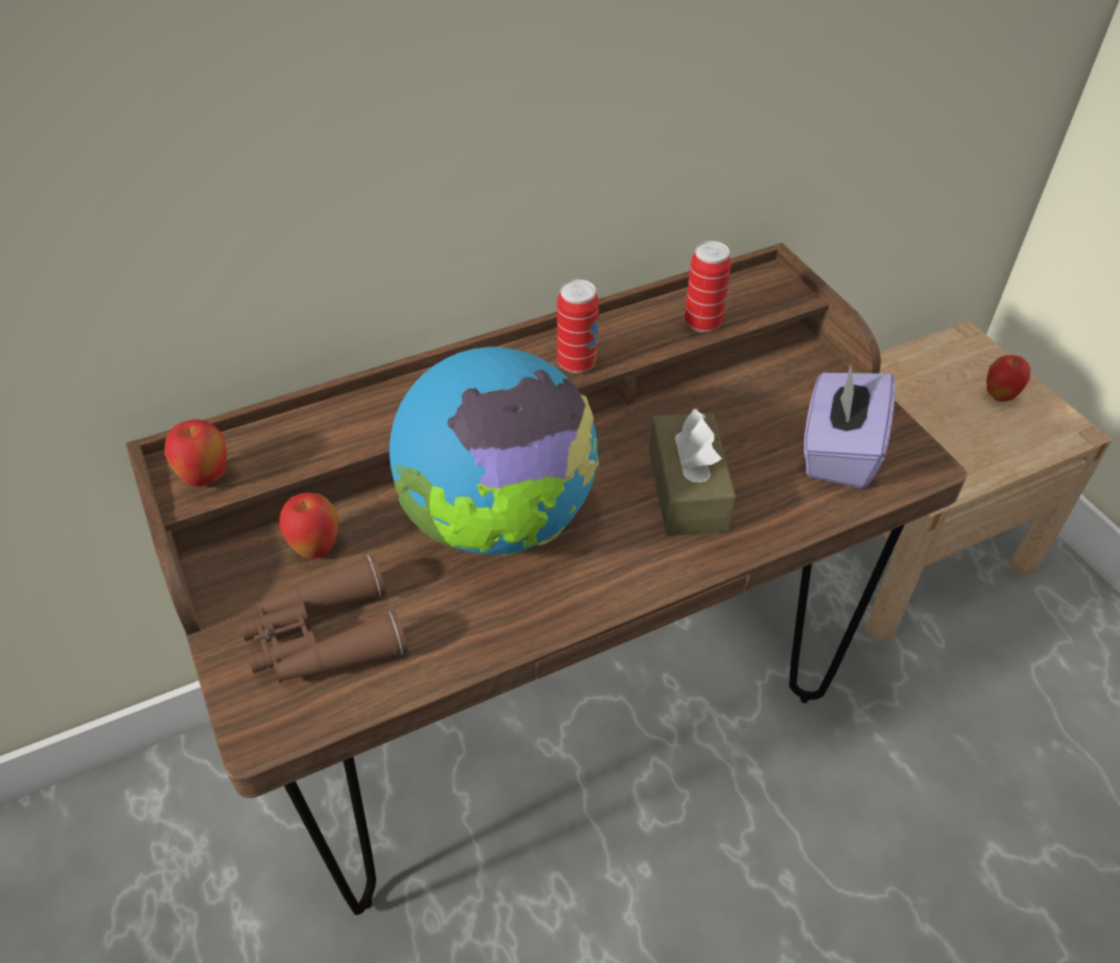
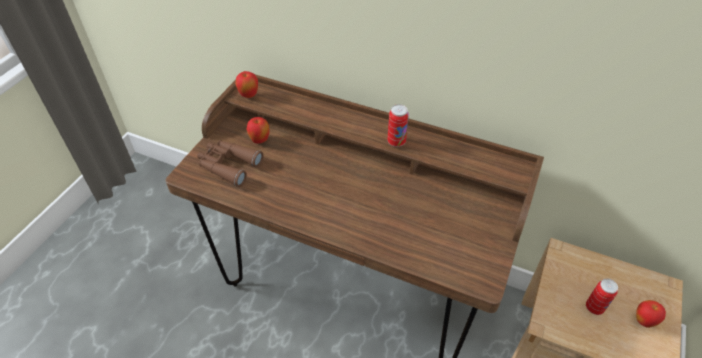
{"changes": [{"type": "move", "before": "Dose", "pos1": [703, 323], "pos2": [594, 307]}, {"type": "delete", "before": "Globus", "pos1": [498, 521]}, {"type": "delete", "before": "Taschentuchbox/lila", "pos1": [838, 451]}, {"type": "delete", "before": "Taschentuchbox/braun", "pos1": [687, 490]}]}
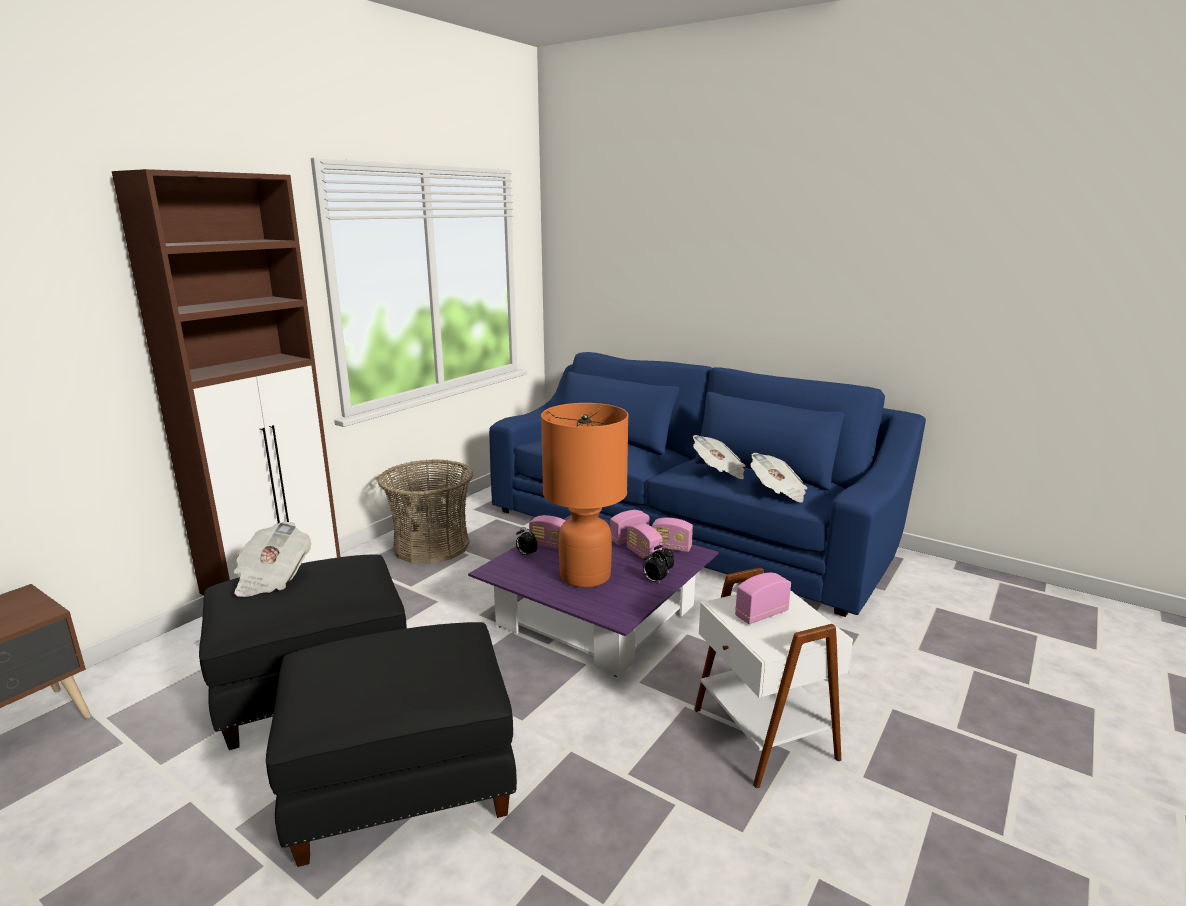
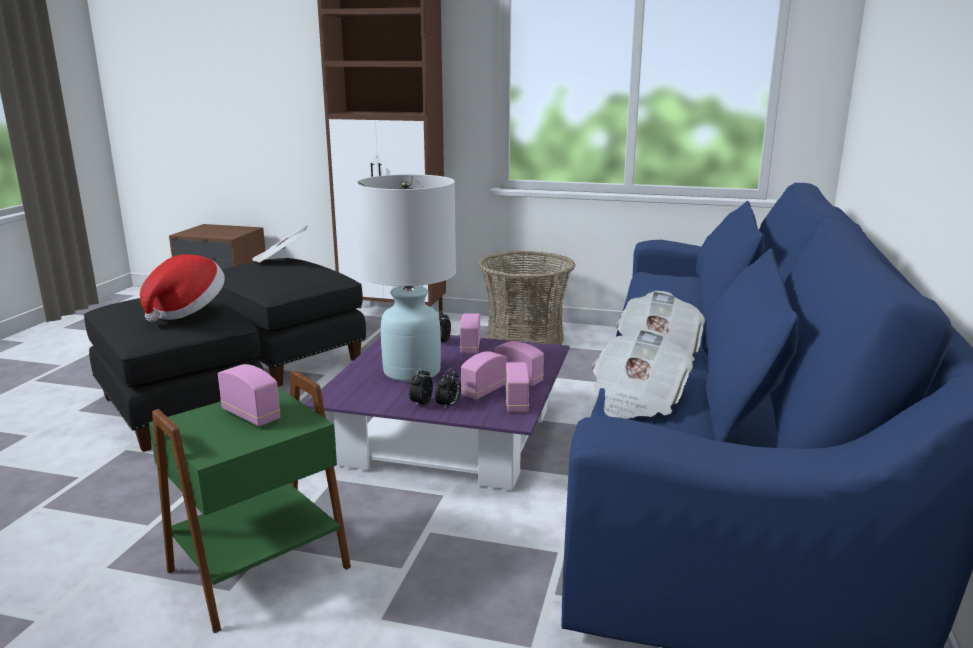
{"changes": [{"type": "recolor", "before": "Tischlampe/orange", "after": "Tischlampe/weiß", "pos1": [585, 576], "pos2": [412, 372]}, {"type": "recolor", "before": "Beistelltisch/weiß", "after": "Beistelltisch/grün", "pos1": [761, 734], "pos2": [257, 567]}, {"type": "insert", "after": "Hut", "pos2": [187, 311]}]}
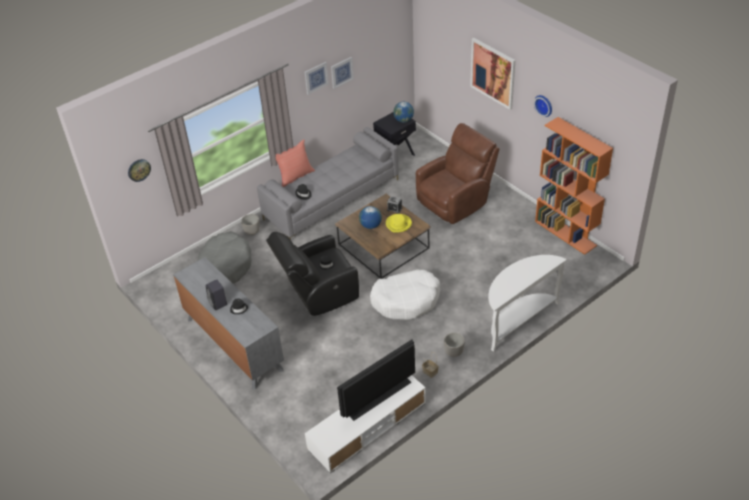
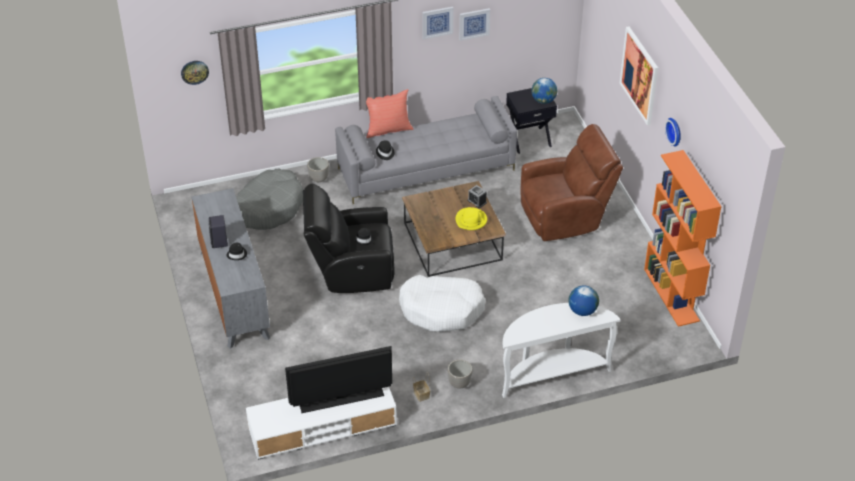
{"changes": [{"type": "move", "before": "Globus", "pos1": [370, 225], "pos2": [582, 311]}]}
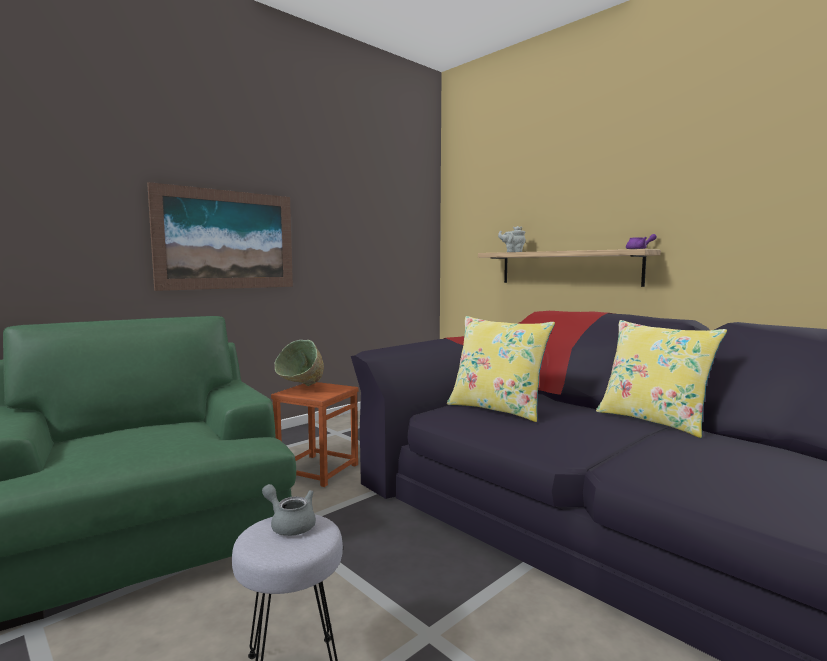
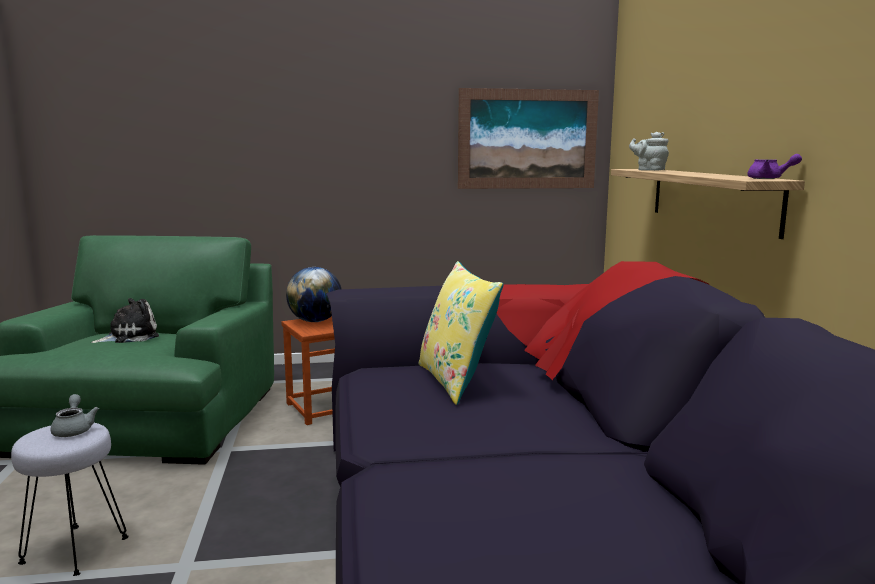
{"changes": [{"type": "move", "before": "Bild", "pos1": [227, 240], "pos2": [527, 139]}, {"type": "delete", "before": "Kissen/gelb", "pos1": [653, 420]}, {"type": "replace", "before": "Schüssel/grün", "after": "Globus", "pos1": [303, 389], "pos2": [315, 321]}, {"type": "insert", "after": "Plüschtier", "pos2": [129, 336]}]}
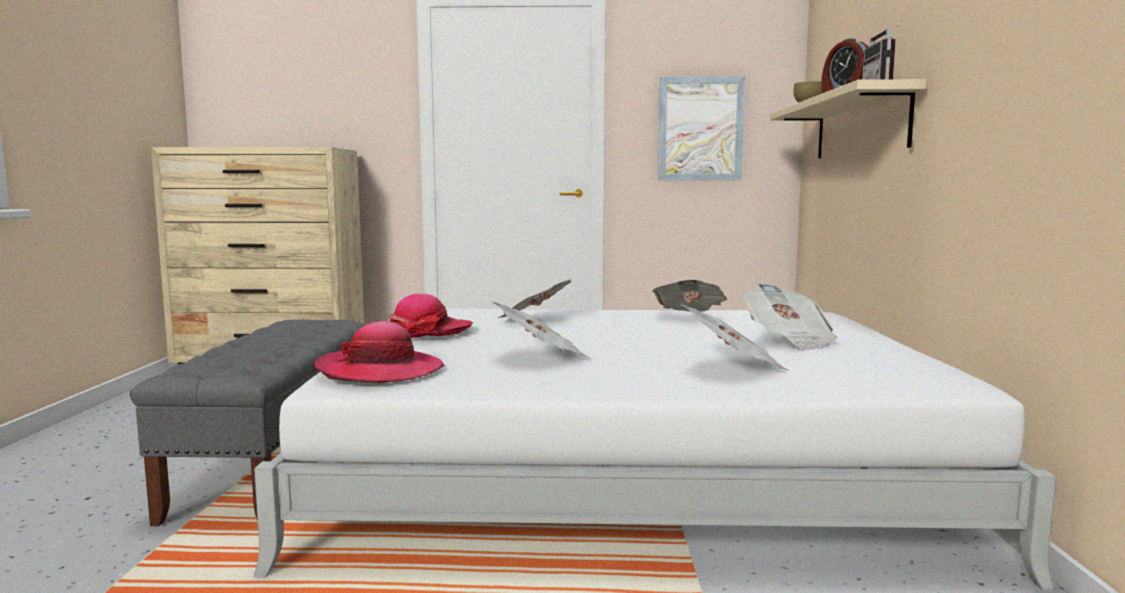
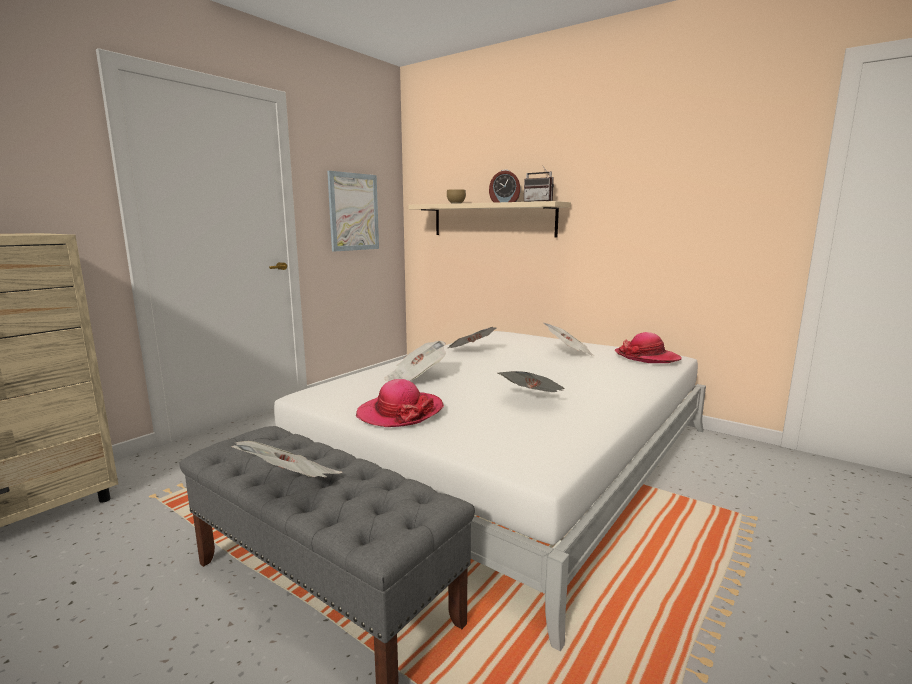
{"changes": [{"type": "move", "before": "Zeitung", "pos1": [734, 365], "pos2": [291, 483]}, {"type": "move", "before": "Hut", "pos1": [380, 371], "pos2": [647, 357]}]}
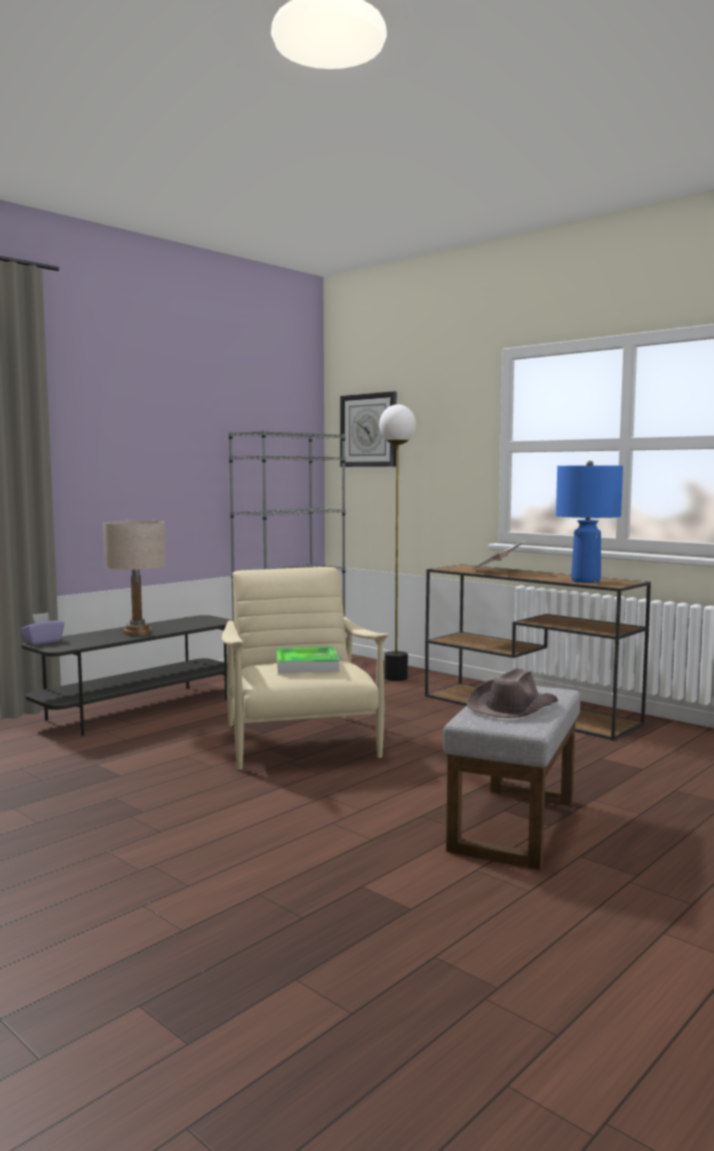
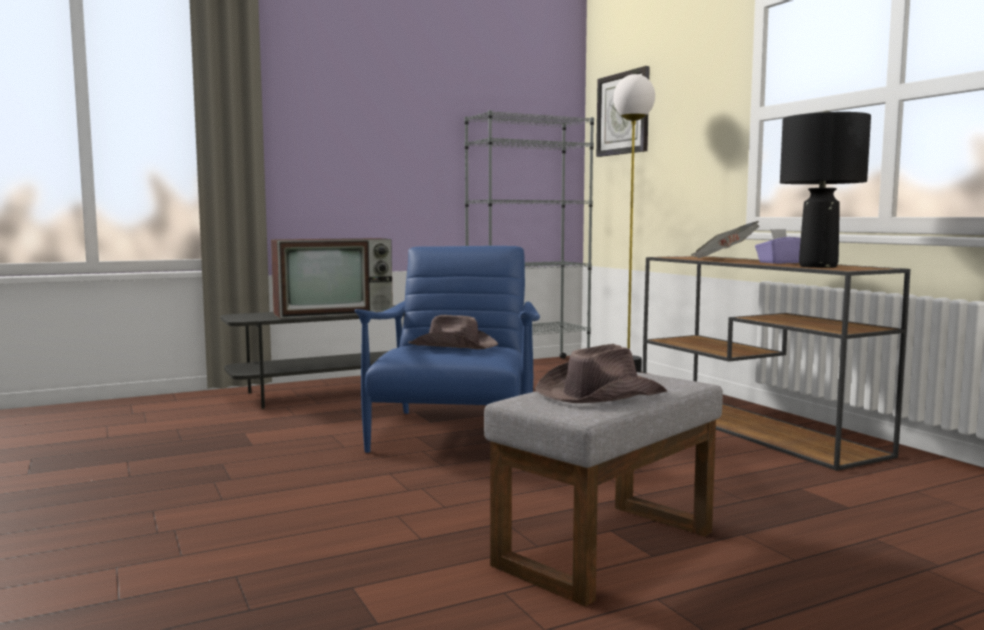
{"changes": [{"type": "recolor", "before": "Tischlampe/blau", "after": "Tischlampe/schwarz", "pos1": [586, 581], "pos2": [818, 266]}, {"type": "replace", "before": "Tischlampe/beige", "after": "Fernseher", "pos1": [137, 633], "pos2": [335, 313]}, {"type": "recolor", "before": "Sessel/beige", "after": "Sessel/blau", "pos1": [300, 743], "pos2": [456, 435]}, {"type": "move", "before": "Taschentuchbox/lila", "pos1": [43, 641], "pos2": [779, 263]}, {"type": "replace", "before": "Tablett", "after": "Hut/braun", "pos1": [306, 665], "pos2": [454, 346]}]}
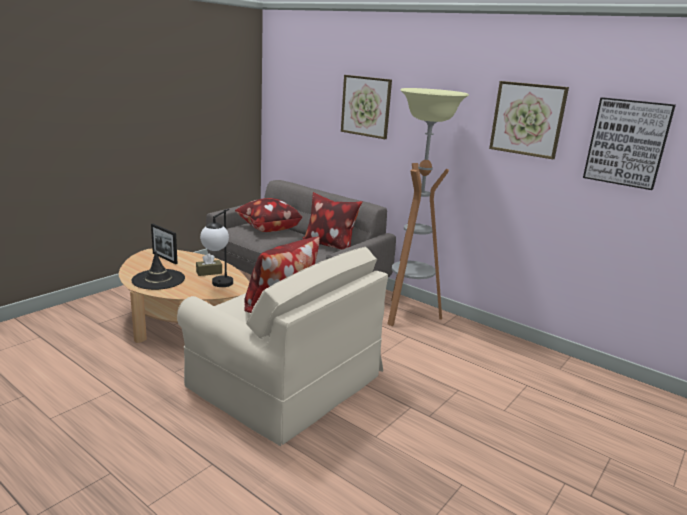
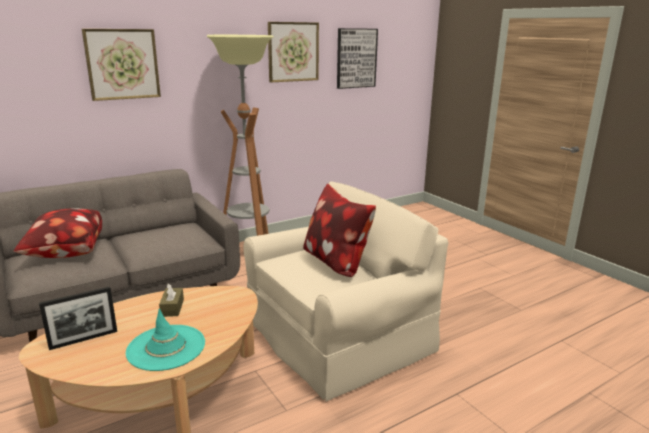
{"changes": [{"type": "delete", "before": "Kissen", "pos1": [329, 245]}, {"type": "delete", "before": "Tischlampe", "pos1": [218, 286]}, {"type": "recolor", "before": "Hut/schwarz", "after": "Hut/türkis", "pos1": [158, 280], "pos2": [166, 347]}]}
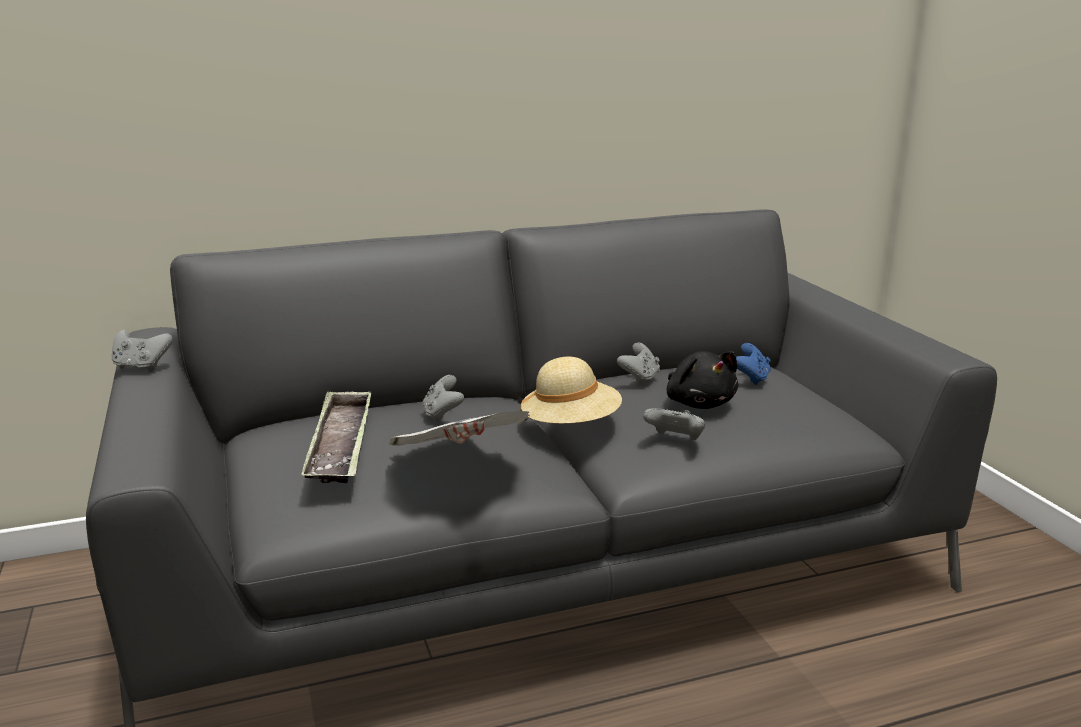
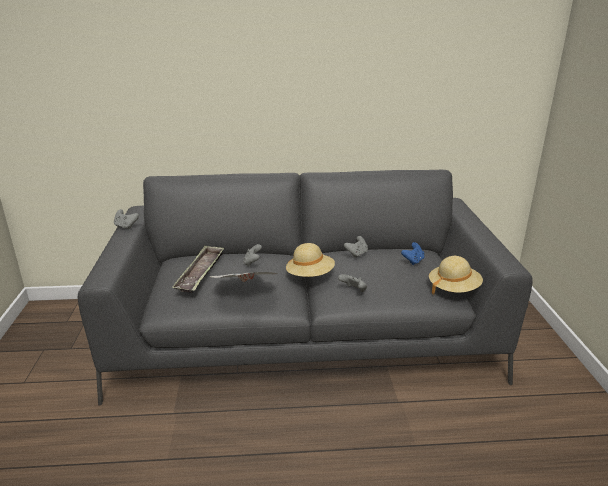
{"changes": [{"type": "delete", "before": "Plüschtier/schwarz", "pos1": [699, 403]}, {"type": "insert", "after": "Hut/beige", "pos2": [453, 289]}]}
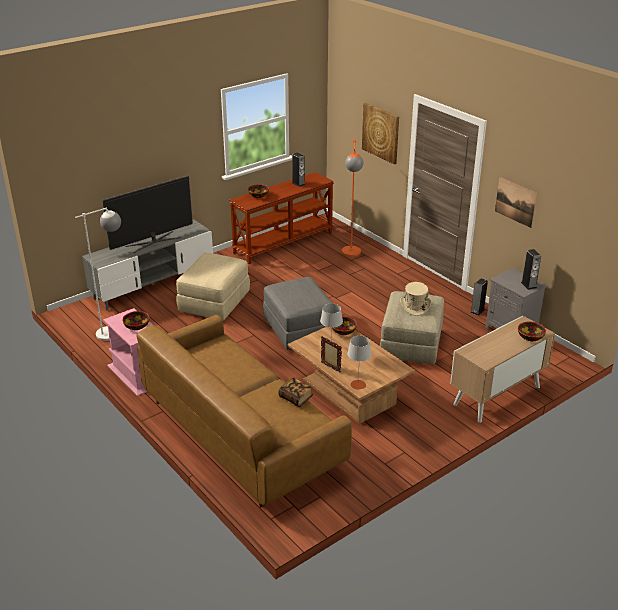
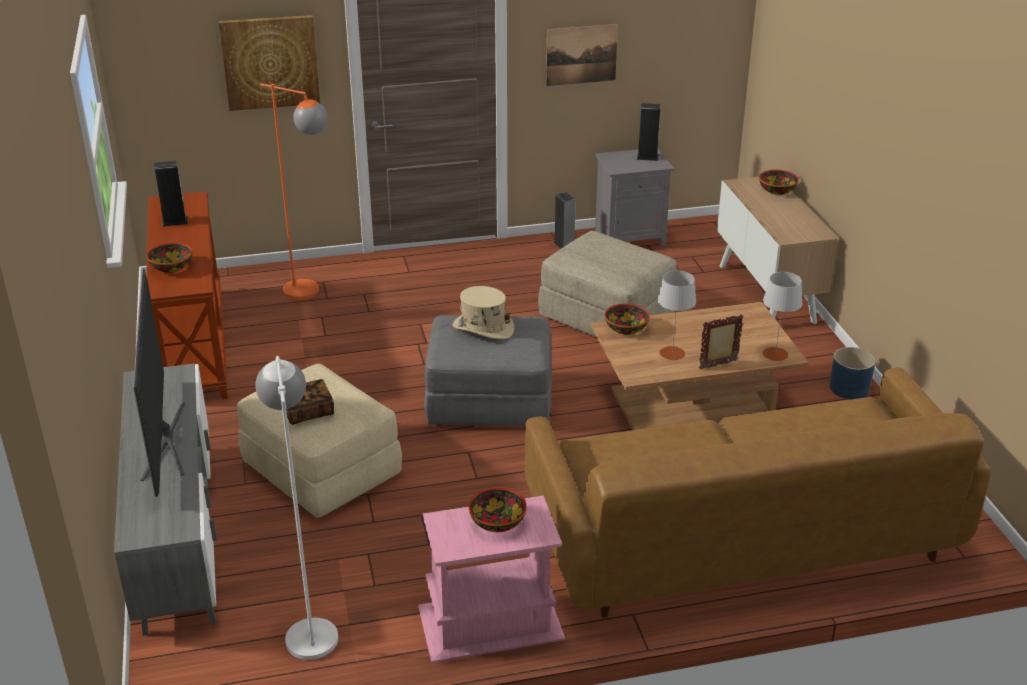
{"changes": [{"type": "move", "before": "Hut/beige", "pos1": [415, 306], "pos2": [483, 328]}, {"type": "move", "before": "Buch", "pos1": [296, 398], "pos2": [308, 412]}, {"type": "insert", "after": "Pflanzkübel/blau", "pos2": [849, 388]}]}
